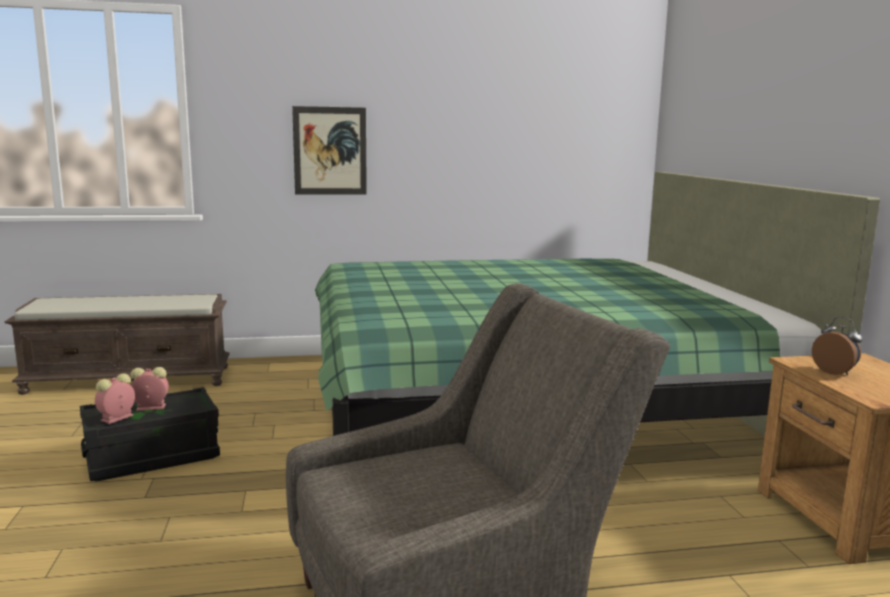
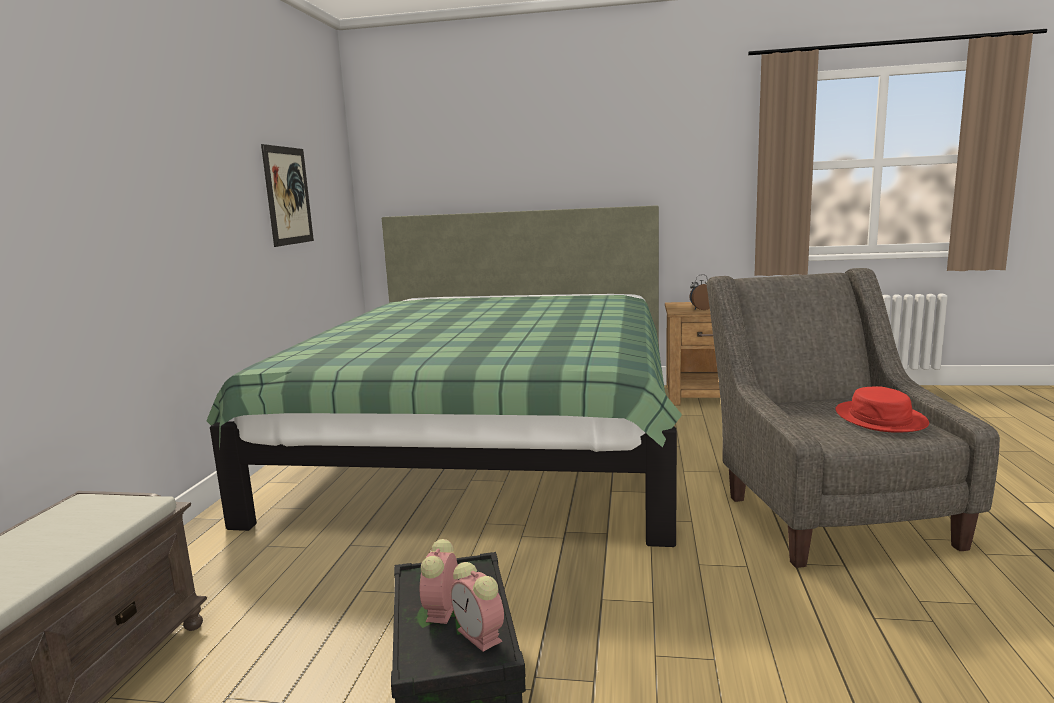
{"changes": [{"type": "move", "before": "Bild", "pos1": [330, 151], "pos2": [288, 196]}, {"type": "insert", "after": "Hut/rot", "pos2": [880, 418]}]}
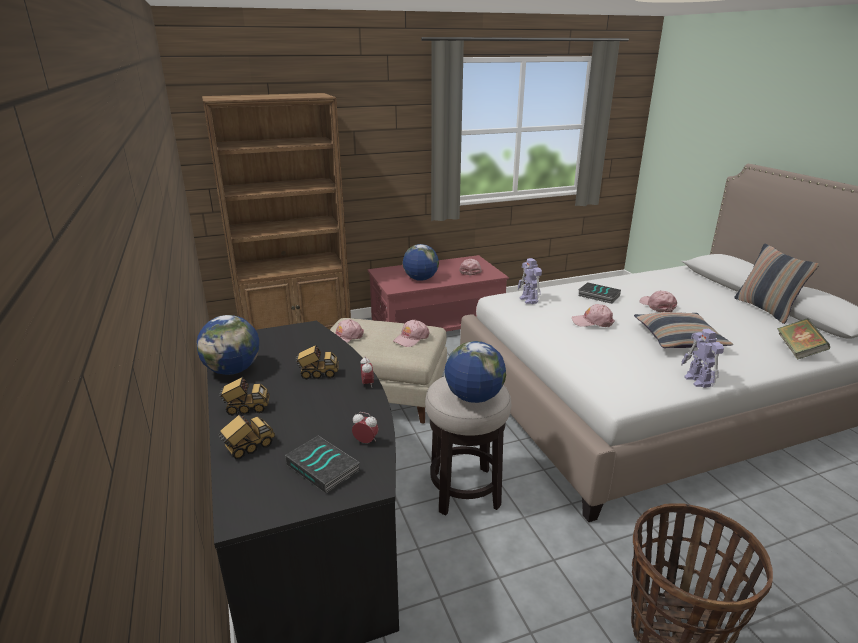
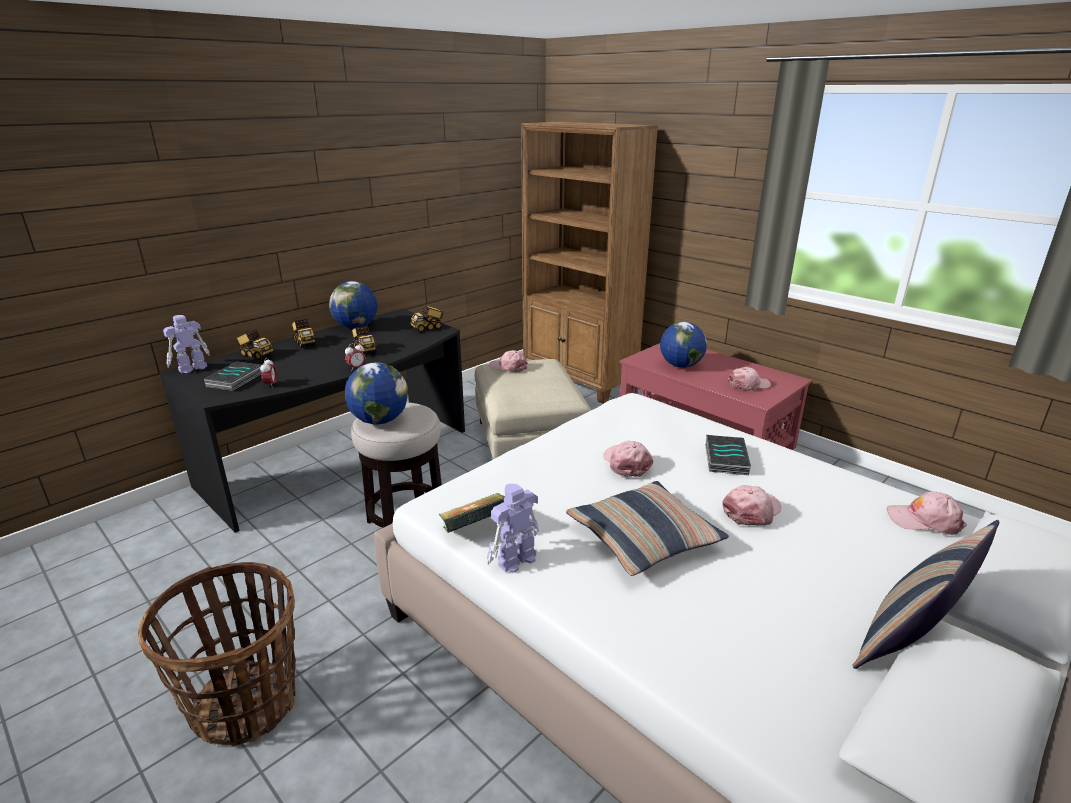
{"changes": [{"type": "move", "before": "Spielzeugroboter", "pos1": [529, 300], "pos2": [192, 368]}, {"type": "move", "before": "Buch", "pos1": [798, 351], "pos2": [474, 530]}, {"type": "move", "before": "Kappe/rosa", "pos1": [411, 338], "pos2": [924, 520]}, {"type": "insert", "after": "Spielzeuglaster", "pos2": [428, 328]}]}
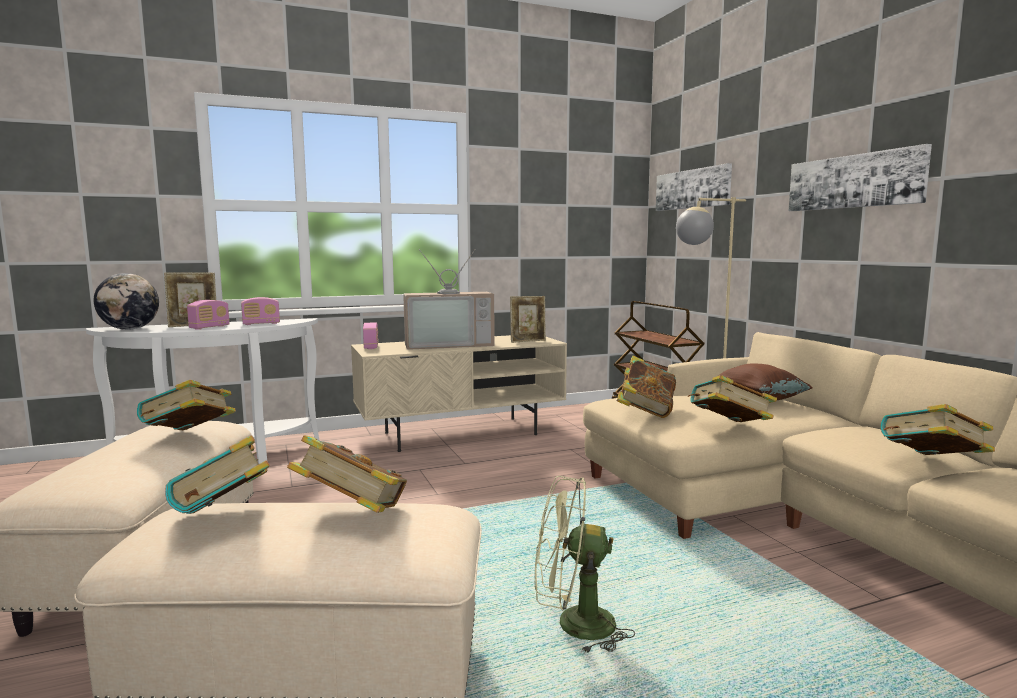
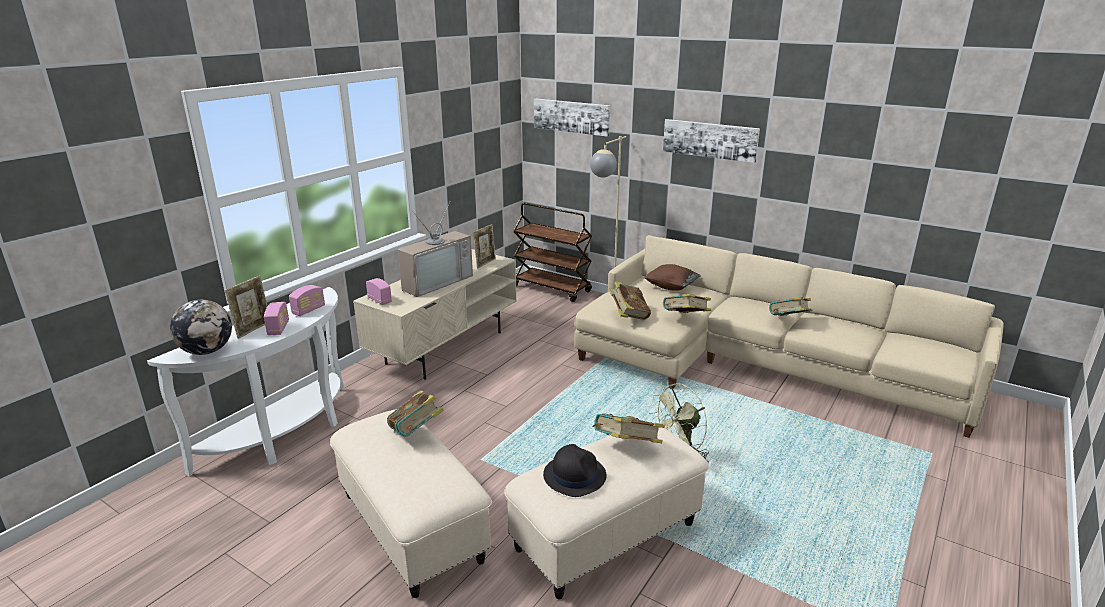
{"changes": [{"type": "replace", "before": "Buch", "after": "Hut/schwarz", "pos1": [224, 519], "pos2": [574, 475]}]}
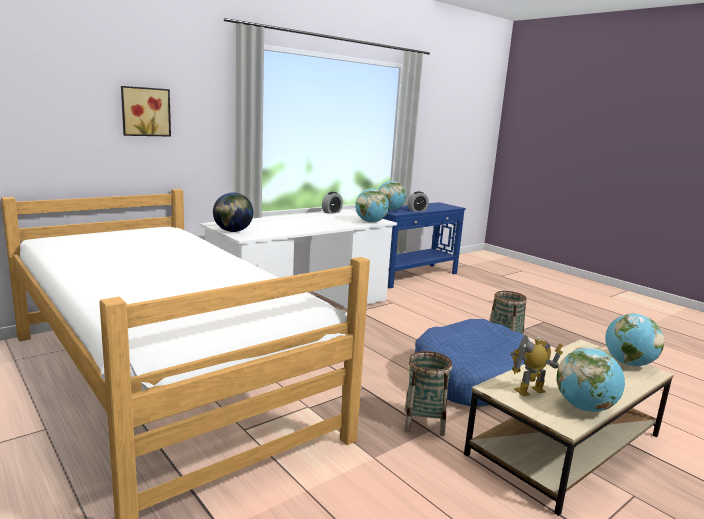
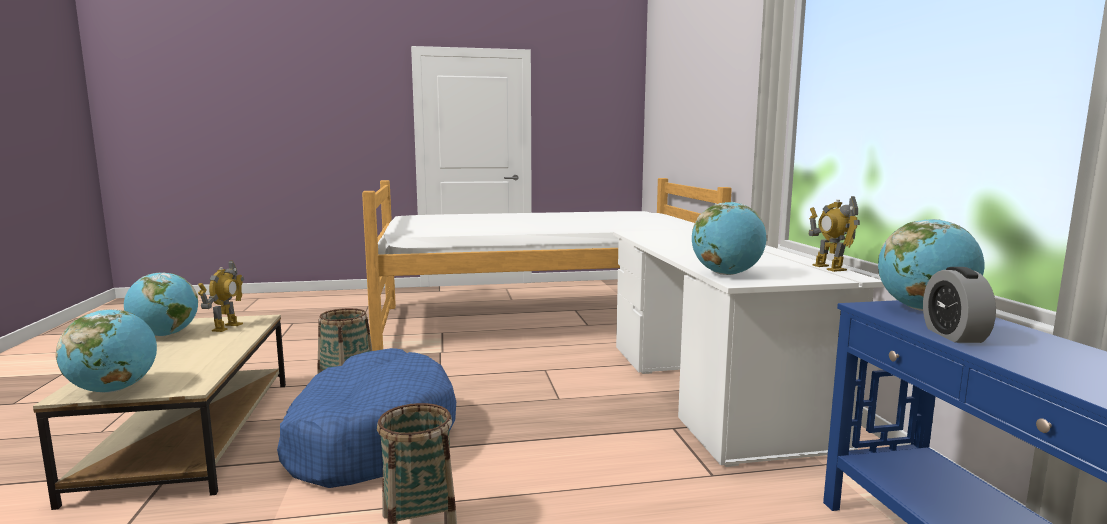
{"changes": [{"type": "delete", "before": "Bild", "pos1": [145, 111]}, {"type": "delete", "before": "Globus", "pos1": [233, 231]}, {"type": "replace", "before": "Wecker", "after": "Spielzeugroboter", "pos1": [331, 212], "pos2": [828, 268]}]}
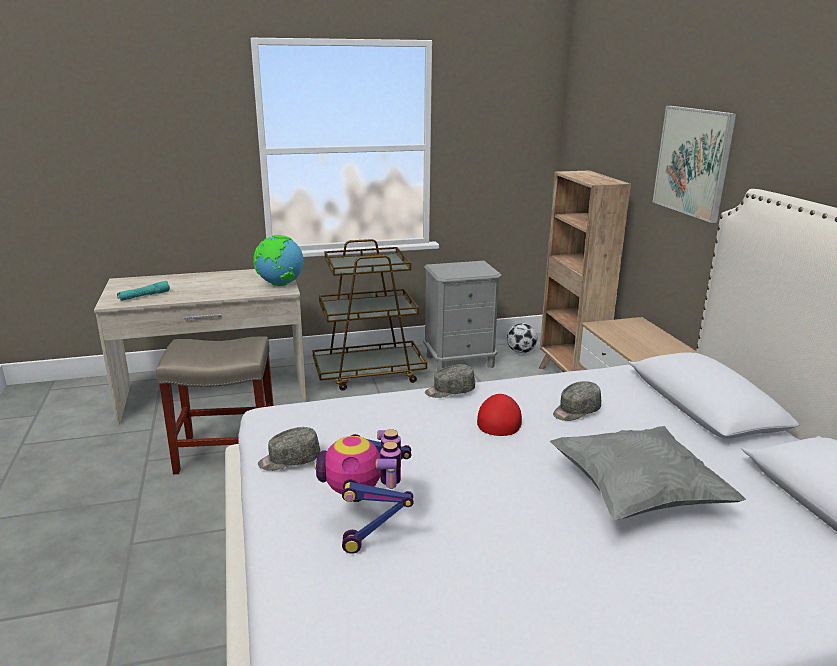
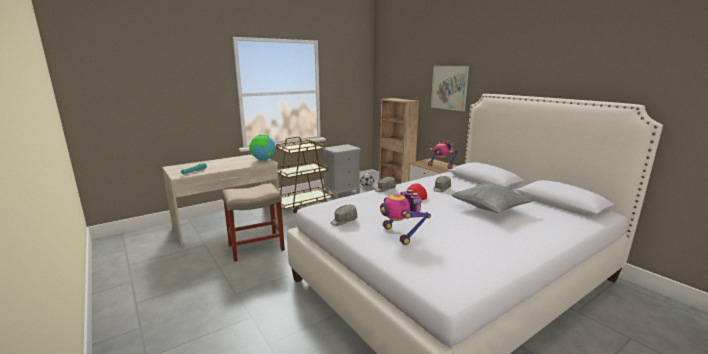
{"changes": [{"type": "insert", "after": "Spielzeugroboter", "pos2": [441, 166]}]}
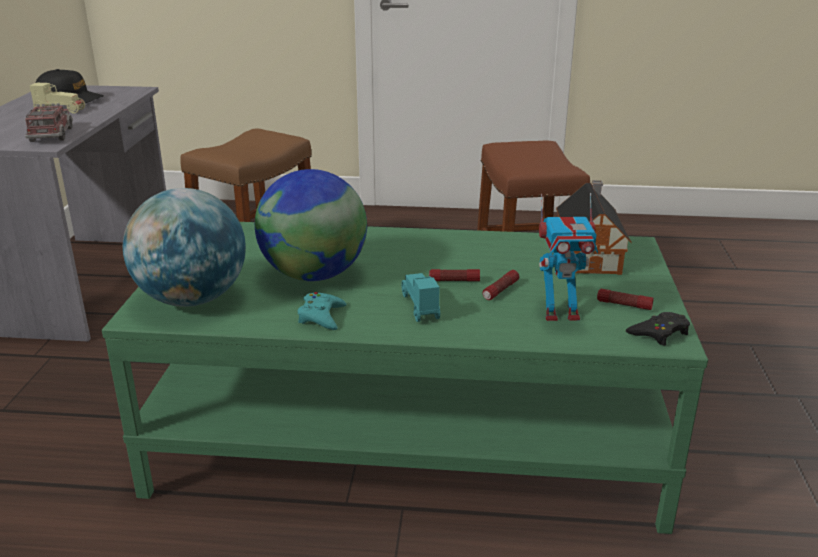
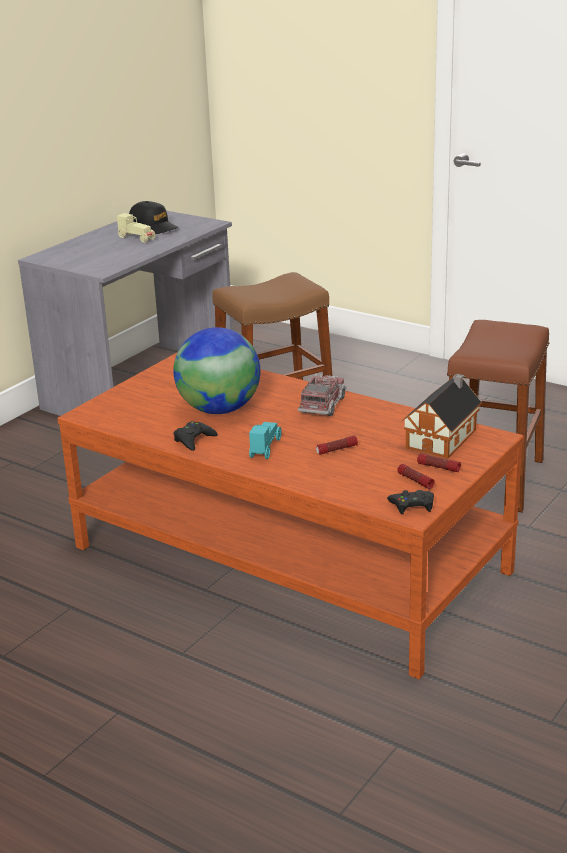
{"changes": [{"type": "move", "before": "Spielzeuglaster", "pos1": [51, 135], "pos2": [322, 405]}, {"type": "delete", "before": "Globus", "pos1": [192, 299]}, {"type": "delete", "before": "Spielzeugroboter", "pos1": [560, 313]}, {"type": "recolor", "before": "Couchtisch/grün", "after": "Couchtisch/braun", "pos1": [407, 435], "pos2": [287, 559]}, {"type": "move", "before": "Taschenlampe", "pos1": [454, 281], "pos2": [438, 467]}, {"type": "recolor", "before": "Gamepad/türkis", "after": "Gamepad/schwarz", "pos1": [321, 316], "pos2": [194, 440]}]}
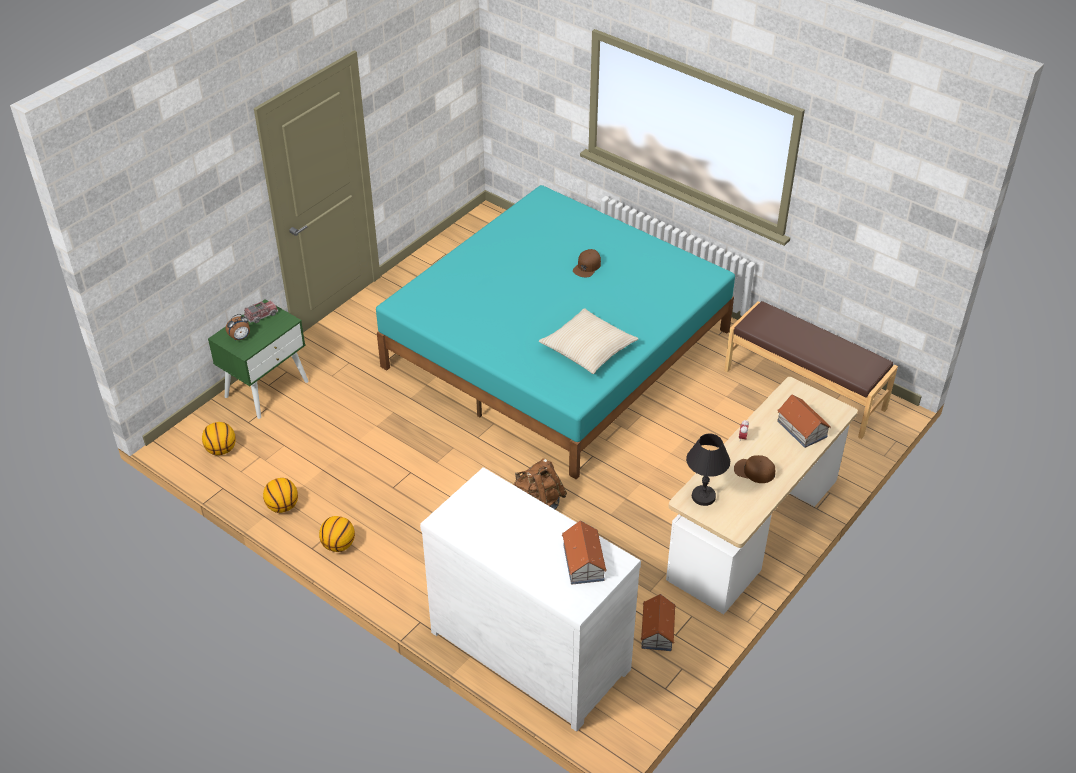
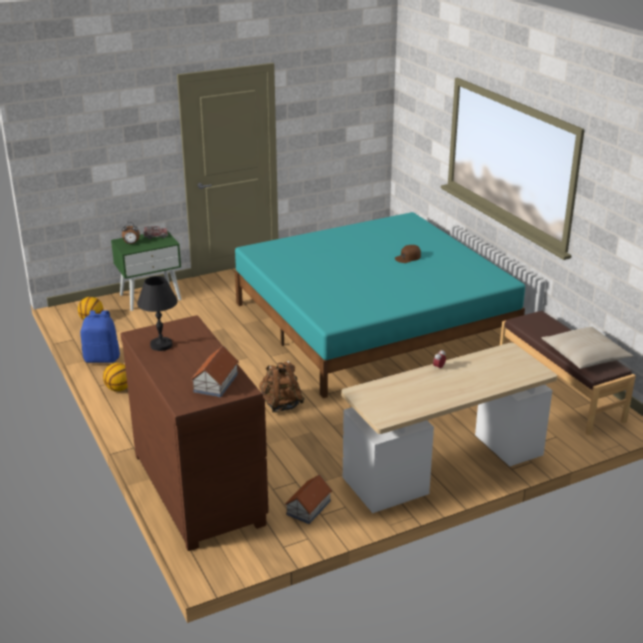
{"changes": [{"type": "move", "before": "Kissen/beige", "pos1": [588, 348], "pos2": [584, 355]}, {"type": "delete", "before": "Spielzeughaus", "pos1": [802, 429]}, {"type": "move", "before": "Tischlampe/schwarz", "pos1": [703, 497], "pos2": [161, 345]}, {"type": "delete", "before": "Kappe/braun", "pos1": [754, 471]}, {"type": "recolor", "before": "Kommode/weiß", "after": "Kommode/braun", "pos1": [531, 647], "pos2": [200, 487]}, {"type": "replace", "before": "Basketball", "after": "Rucksack/blau", "pos1": [283, 506], "pos2": [102, 358]}]}
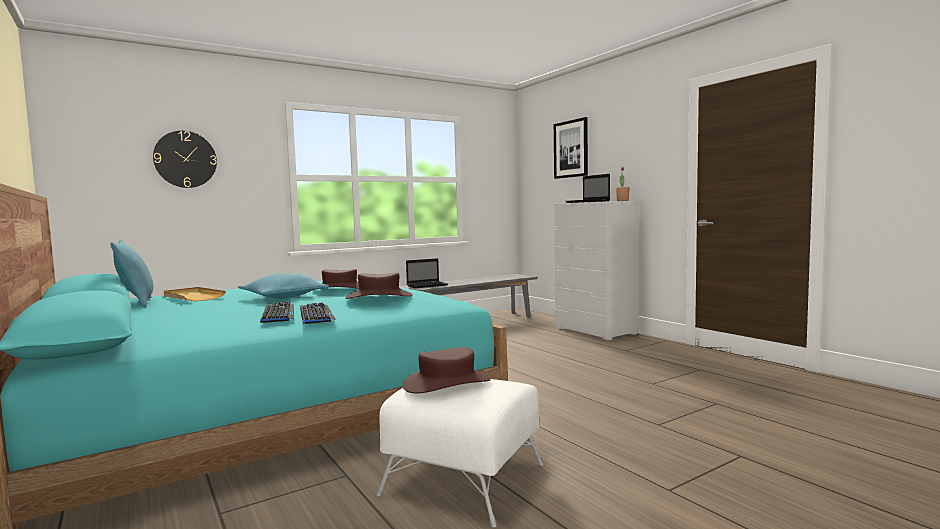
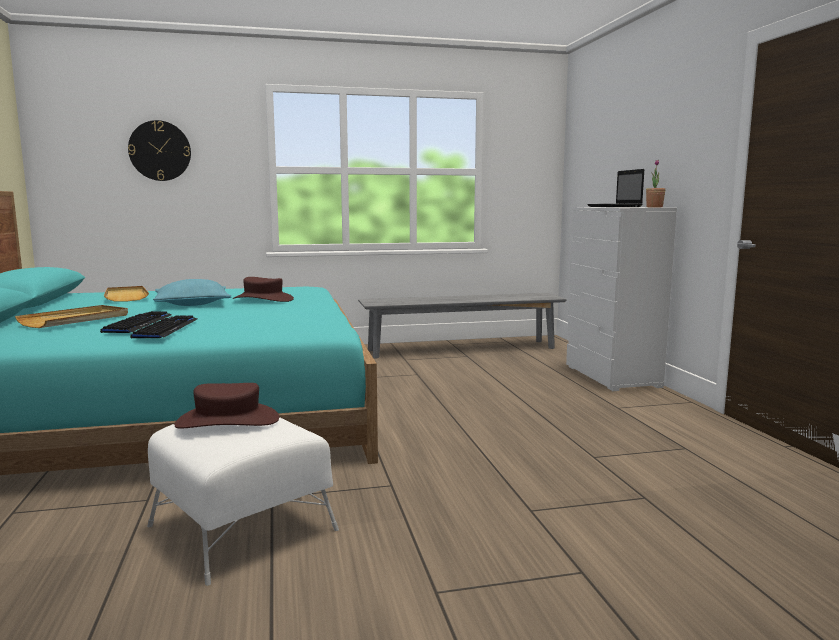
{"changes": [{"type": "delete", "before": "Bild", "pos1": [571, 149]}, {"type": "delete", "before": "Kissen/türkis", "pos1": [137, 303]}, {"type": "delete", "before": "Laptop", "pos1": [428, 285]}, {"type": "delete", "before": "Hut/braun", "pos1": [379, 296]}, {"type": "insert", "after": "Tablett/beige", "pos2": [75, 320]}]}
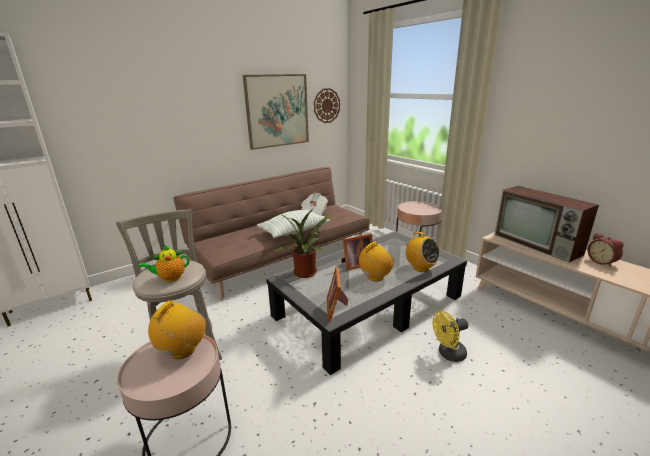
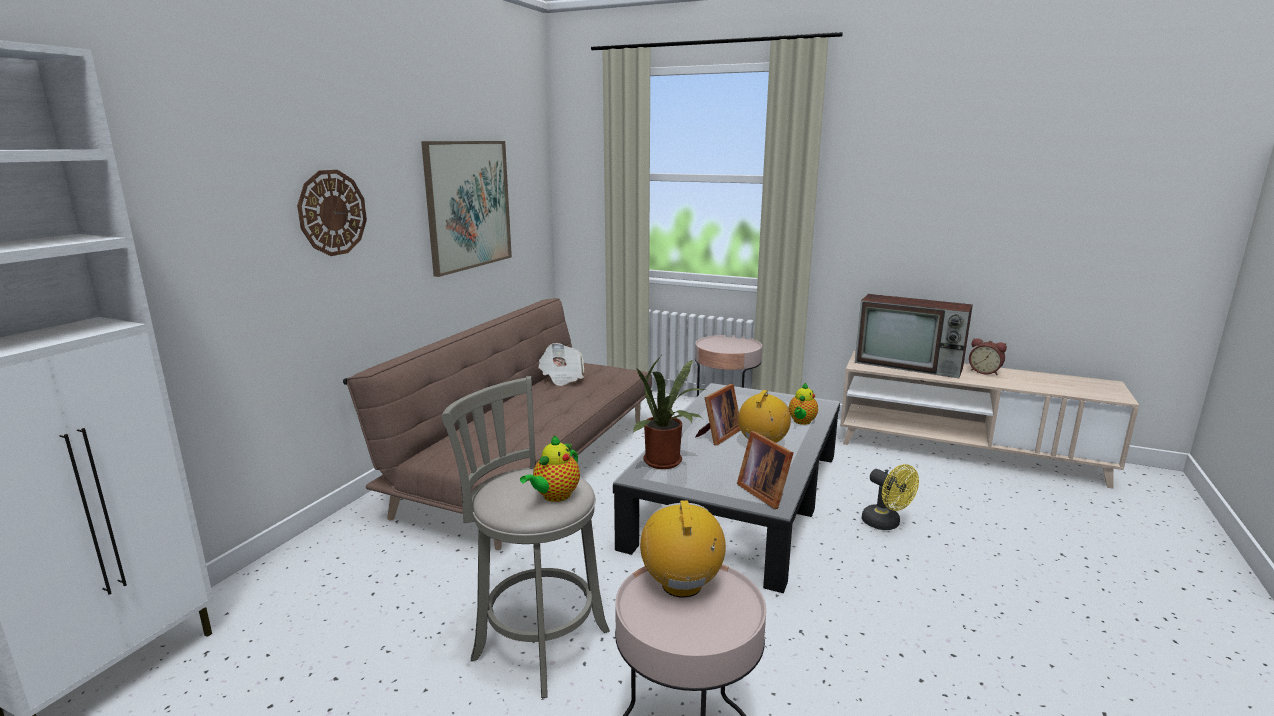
{"changes": [{"type": "move", "before": "Wanduhr", "pos1": [326, 105], "pos2": [332, 213]}, {"type": "delete", "before": "Kissen", "pos1": [294, 232]}, {"type": "replace", "before": "Radio", "after": "Teekanne", "pos1": [420, 268], "pos2": [801, 422]}, {"type": "rotate", "before": "Ventilator/gelb", "pos1": [448, 354], "pos2": [886, 524], "turn": -75}]}
